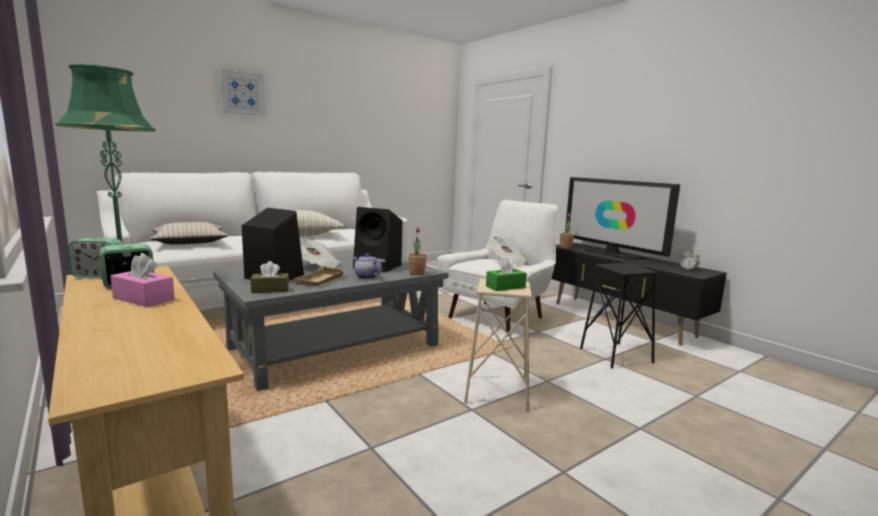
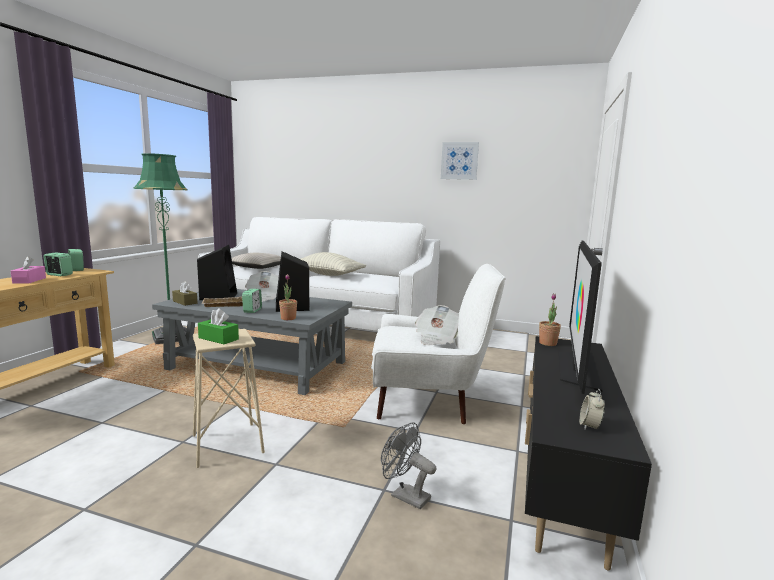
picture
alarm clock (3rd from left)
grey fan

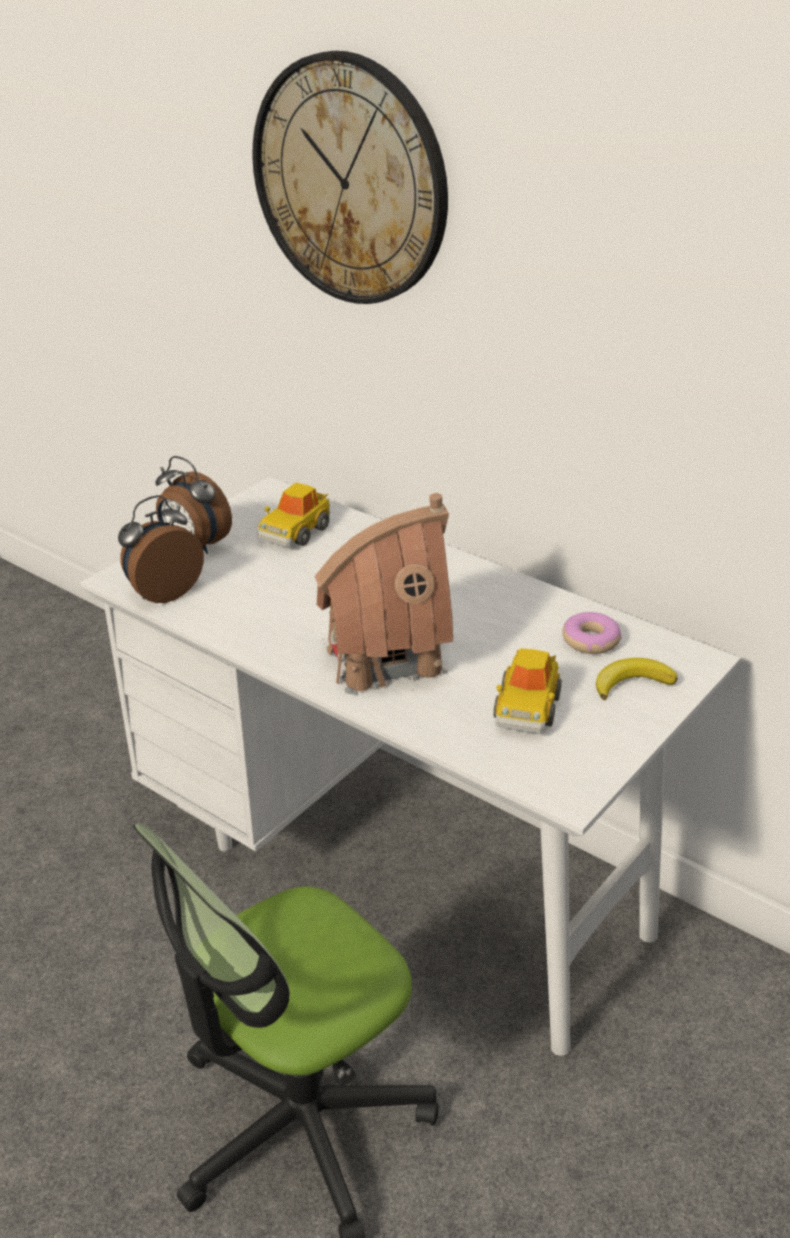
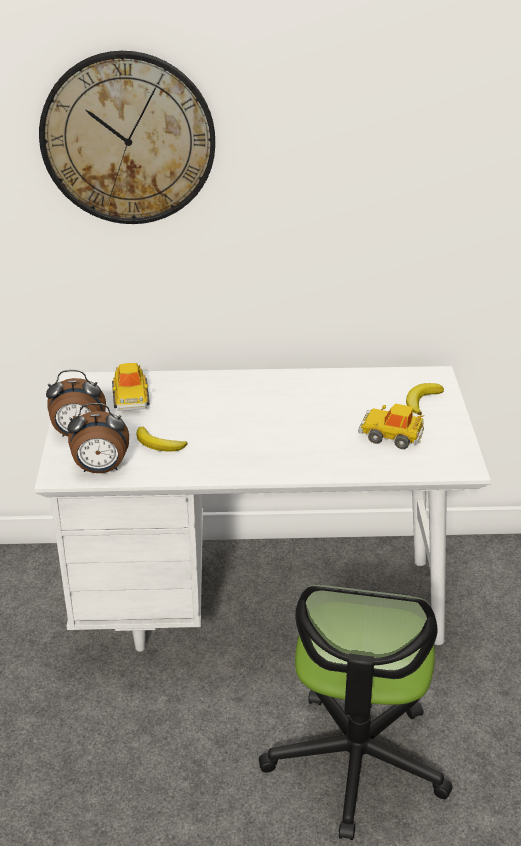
toy house
donut
banana (1st from left)
alarm clock (2nd from left)
toy car (2nd from left)

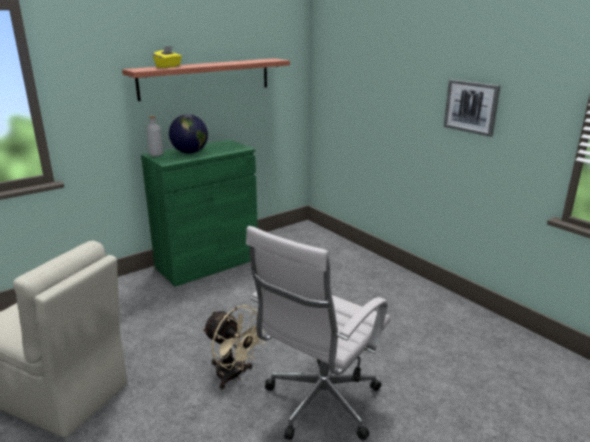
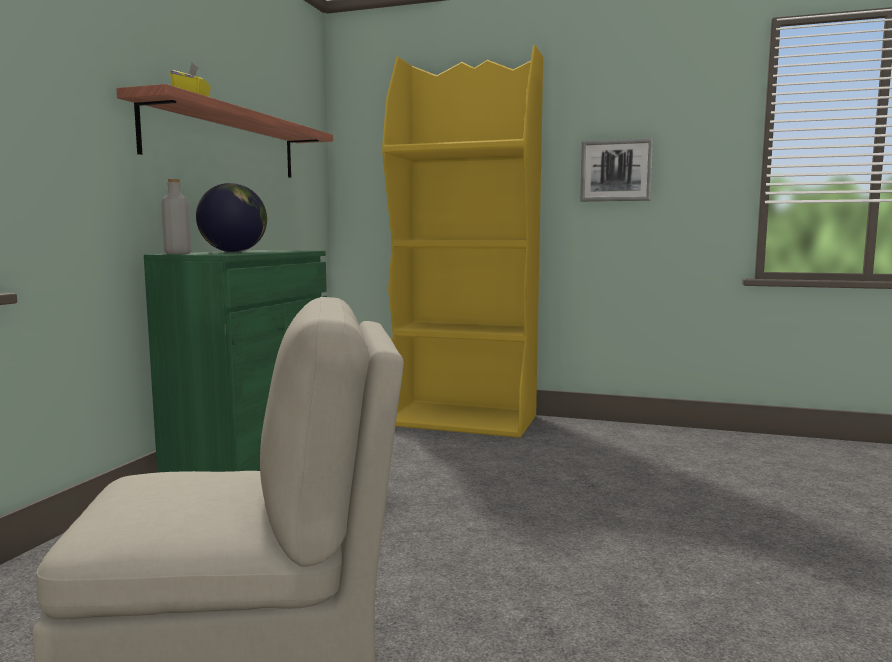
beige fan
white office chair
yellow bookcase

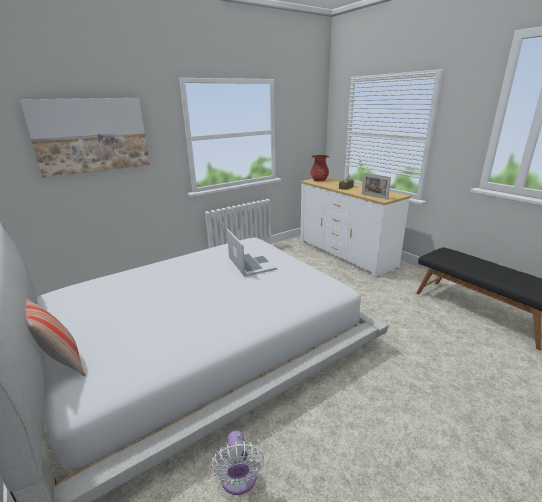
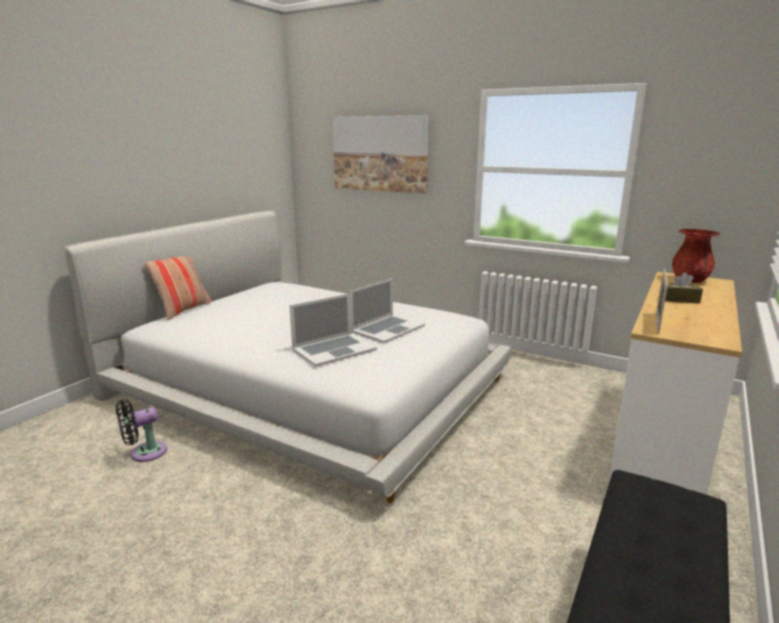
laptop (1st from left)
black fan

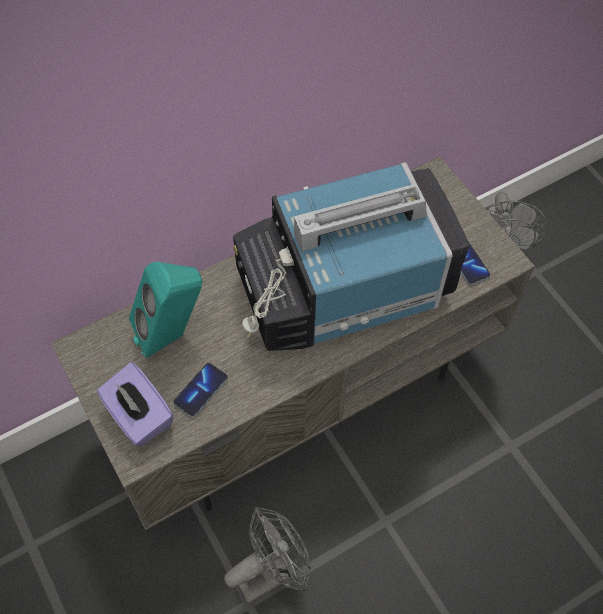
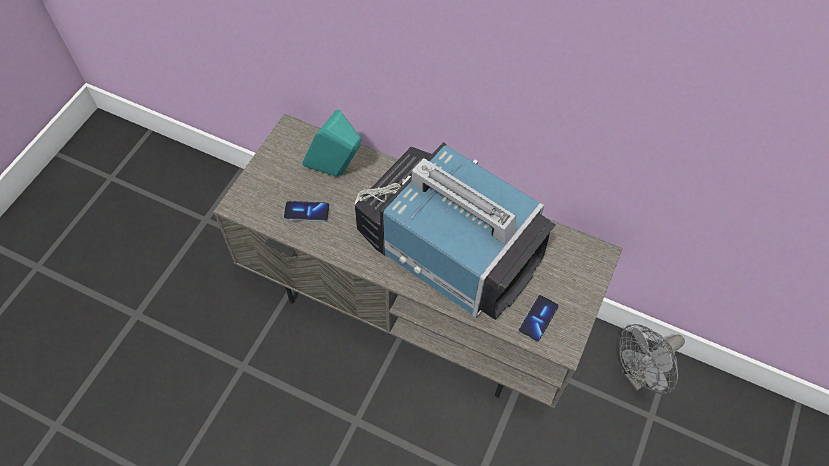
purple tissue box
grey fan (1st from left in the first image)

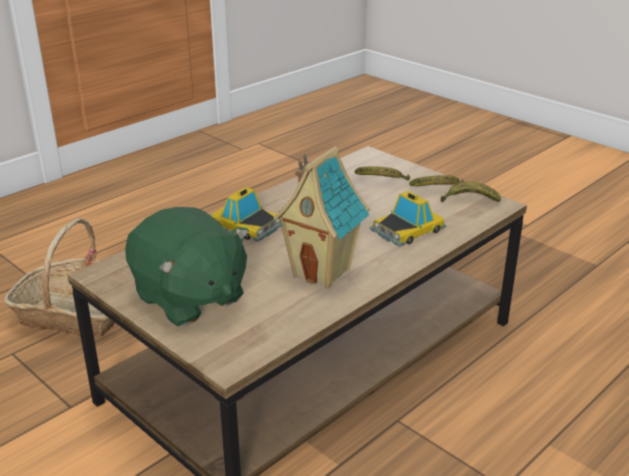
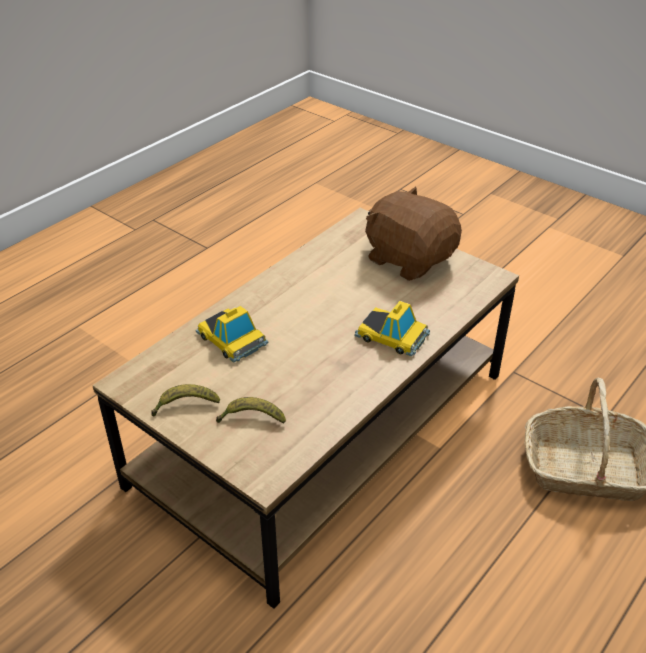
toy house
banana (3rd from left in the first image)
brown plush toy
toy car (1st from left)

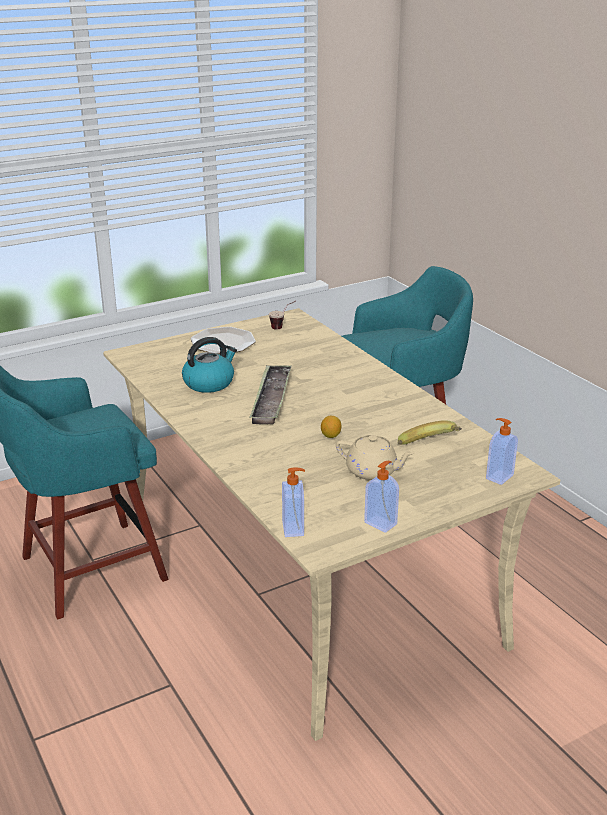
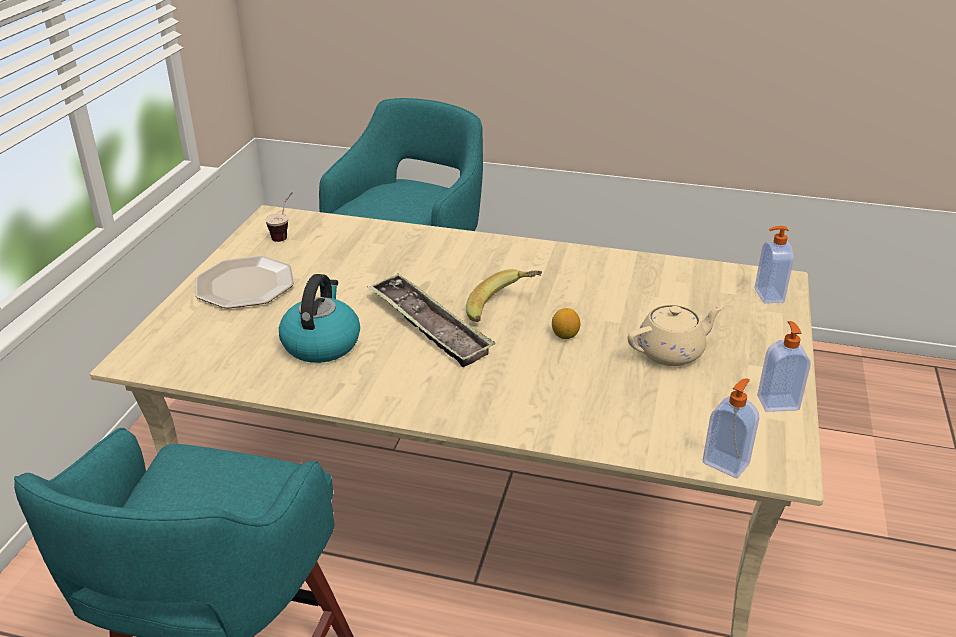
banana

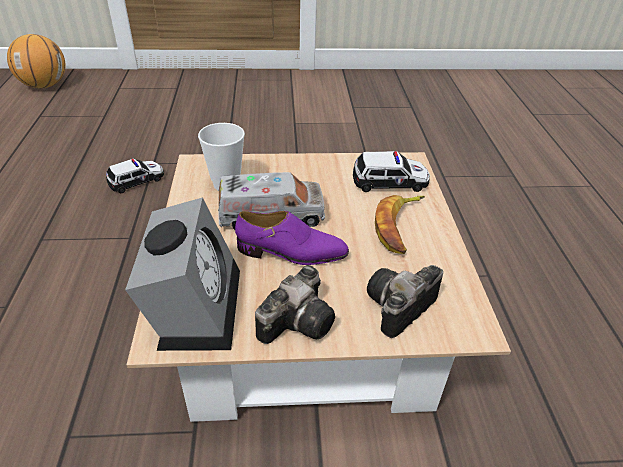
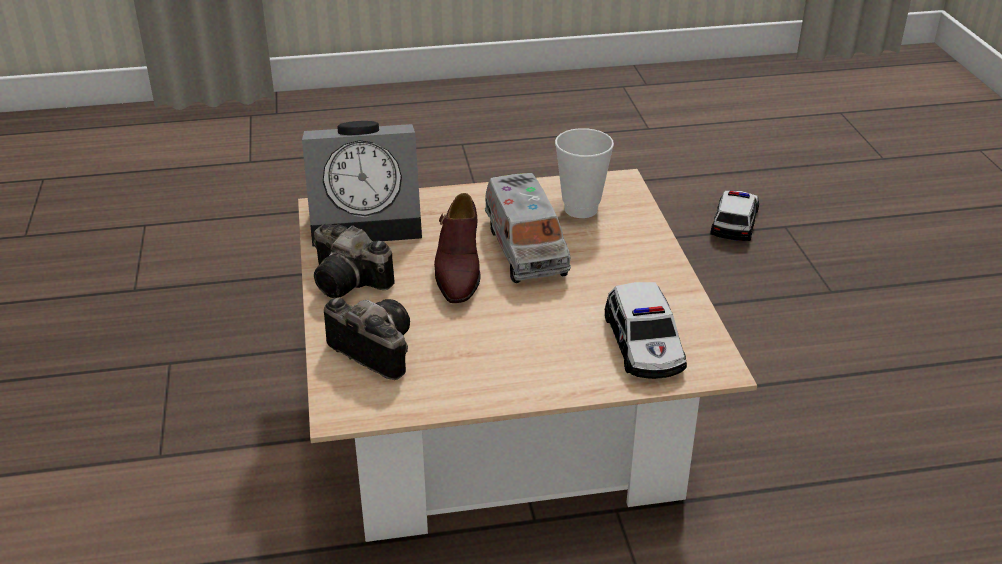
basketball
banana
brown shoe
toy car (2nd from left)

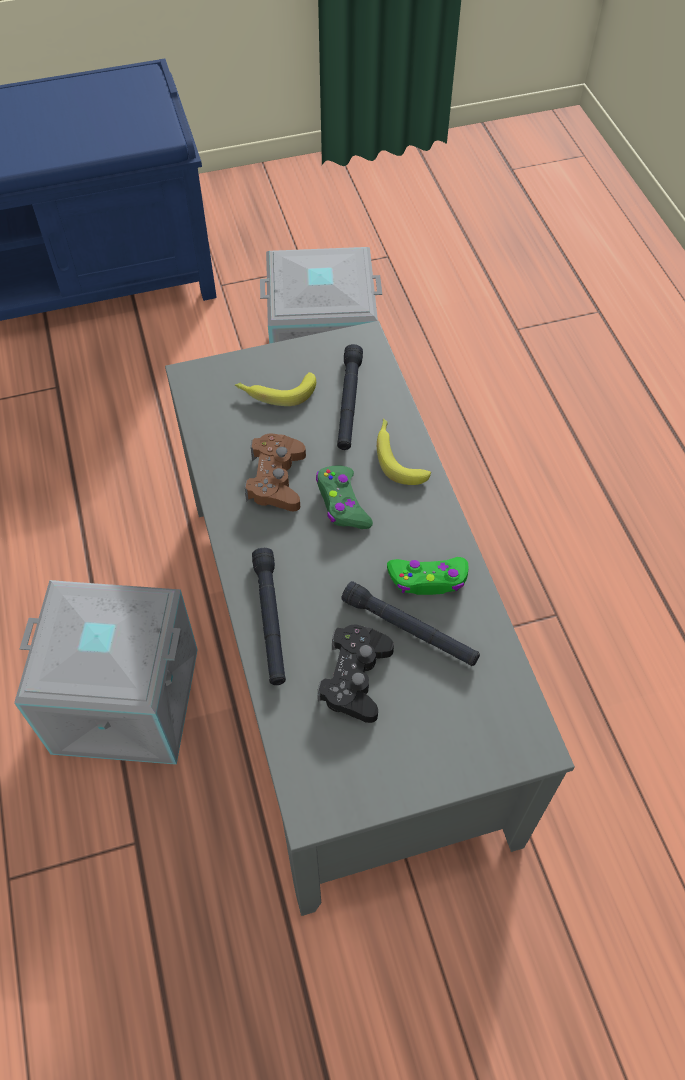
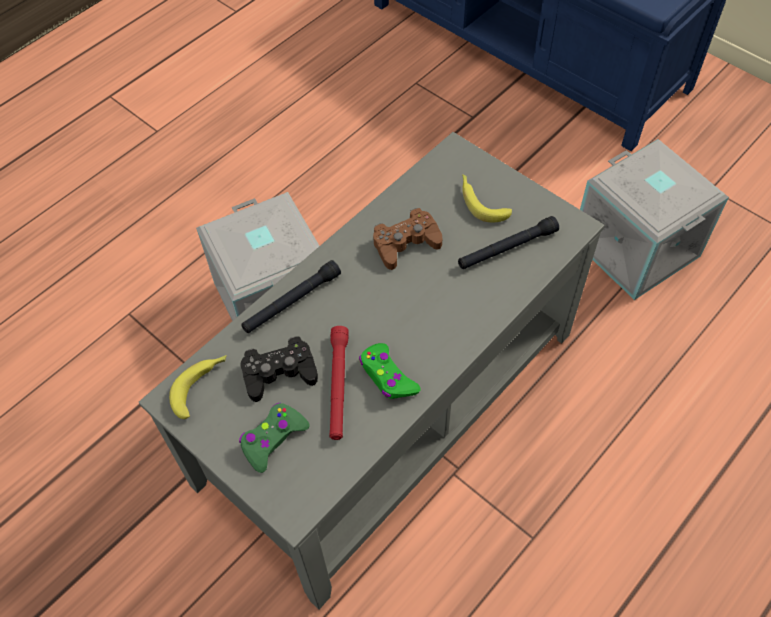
green game controller (1st from left)
banana (1st from left)
red flashlight

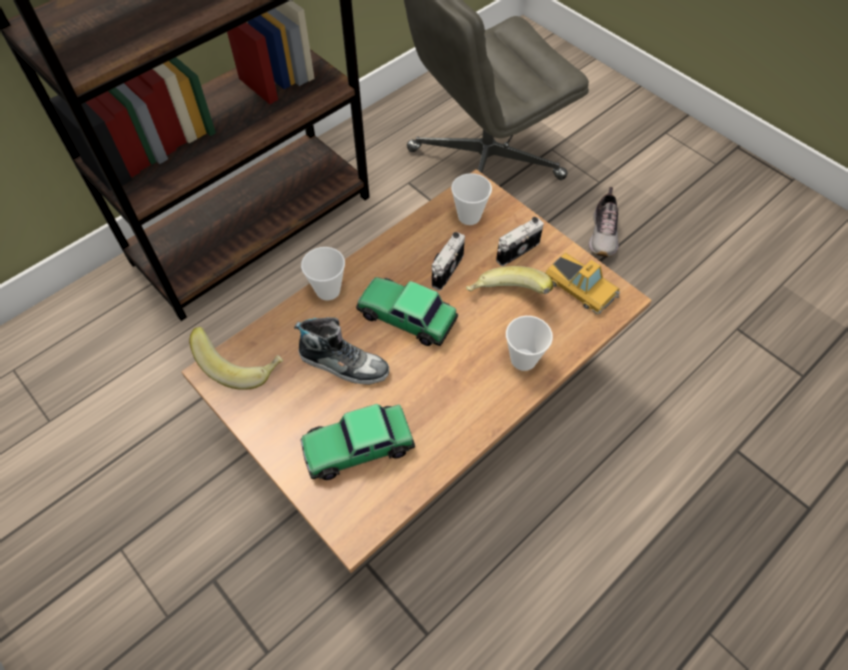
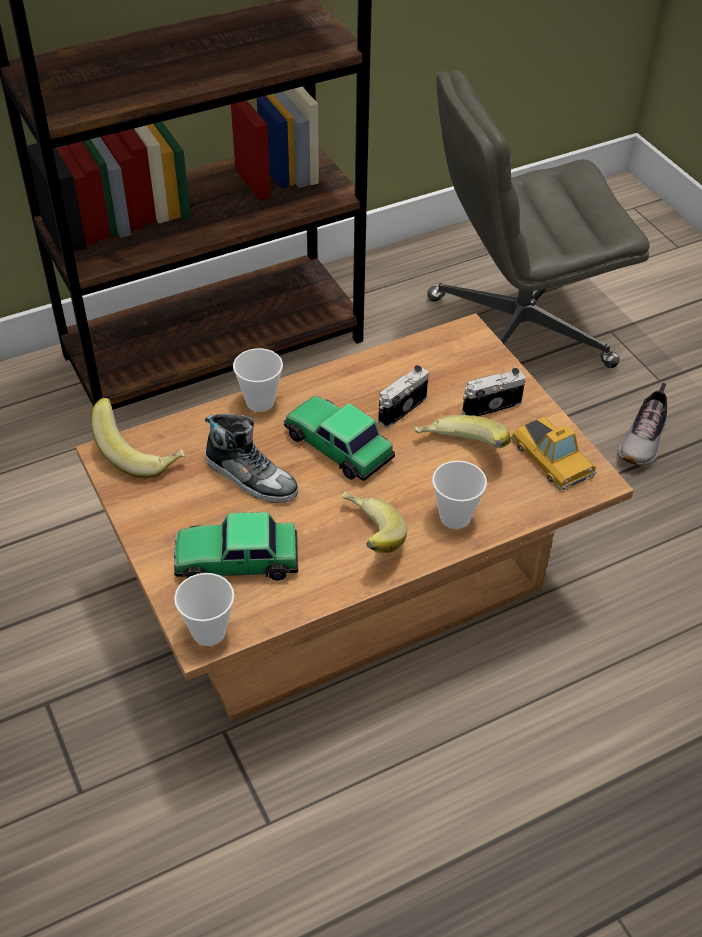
banana (2nd from left)
cup (1st from left)

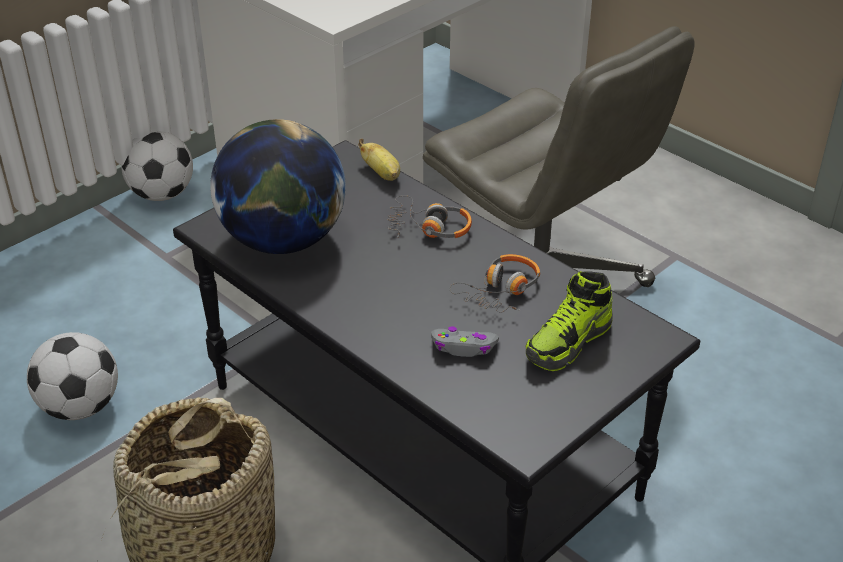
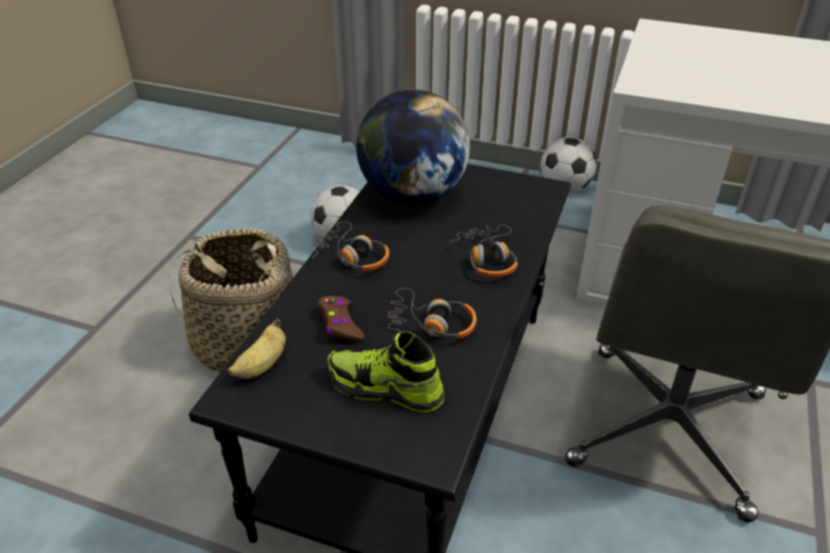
headphones (1st from left)
banana
brown game controller

